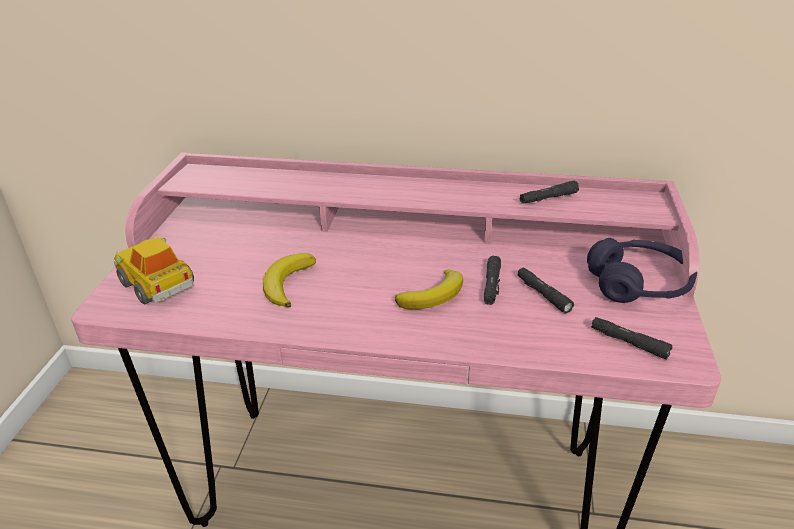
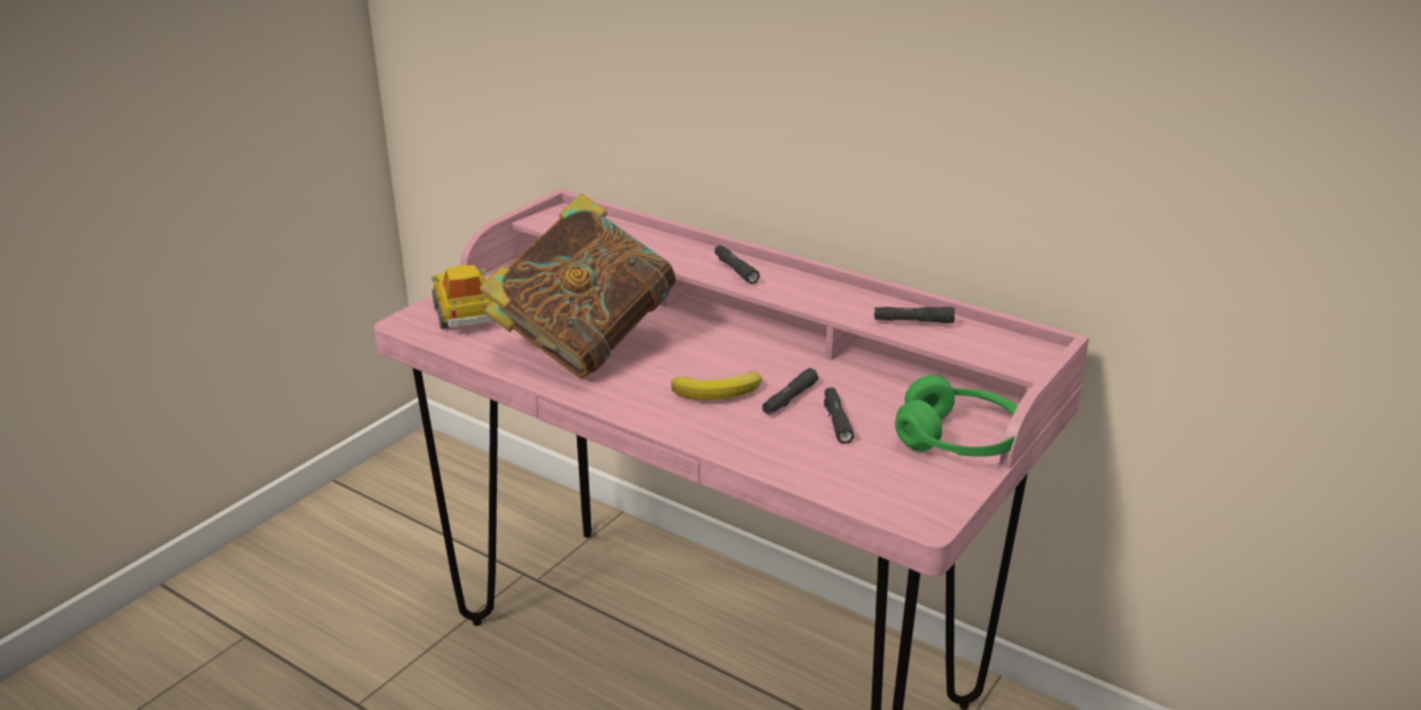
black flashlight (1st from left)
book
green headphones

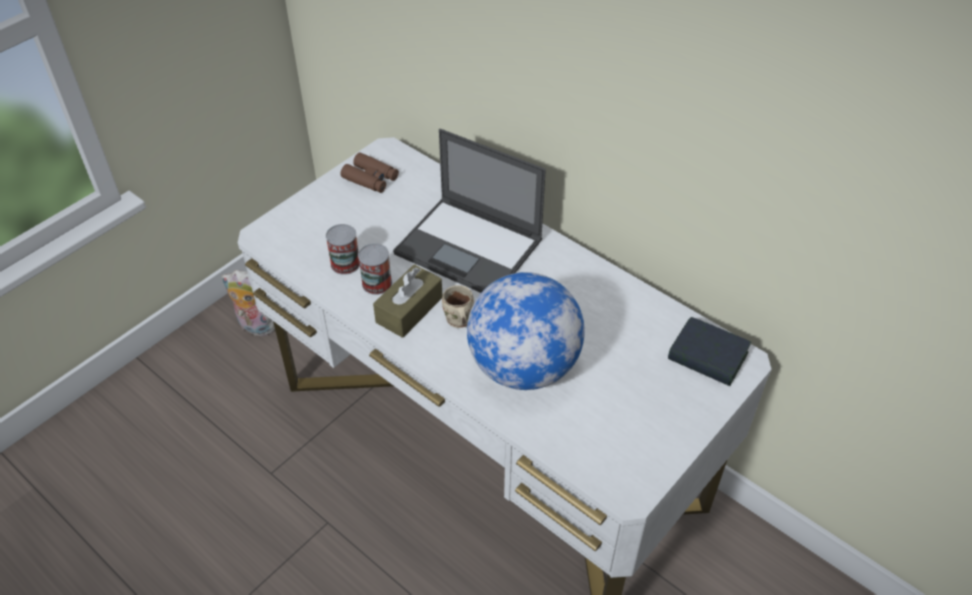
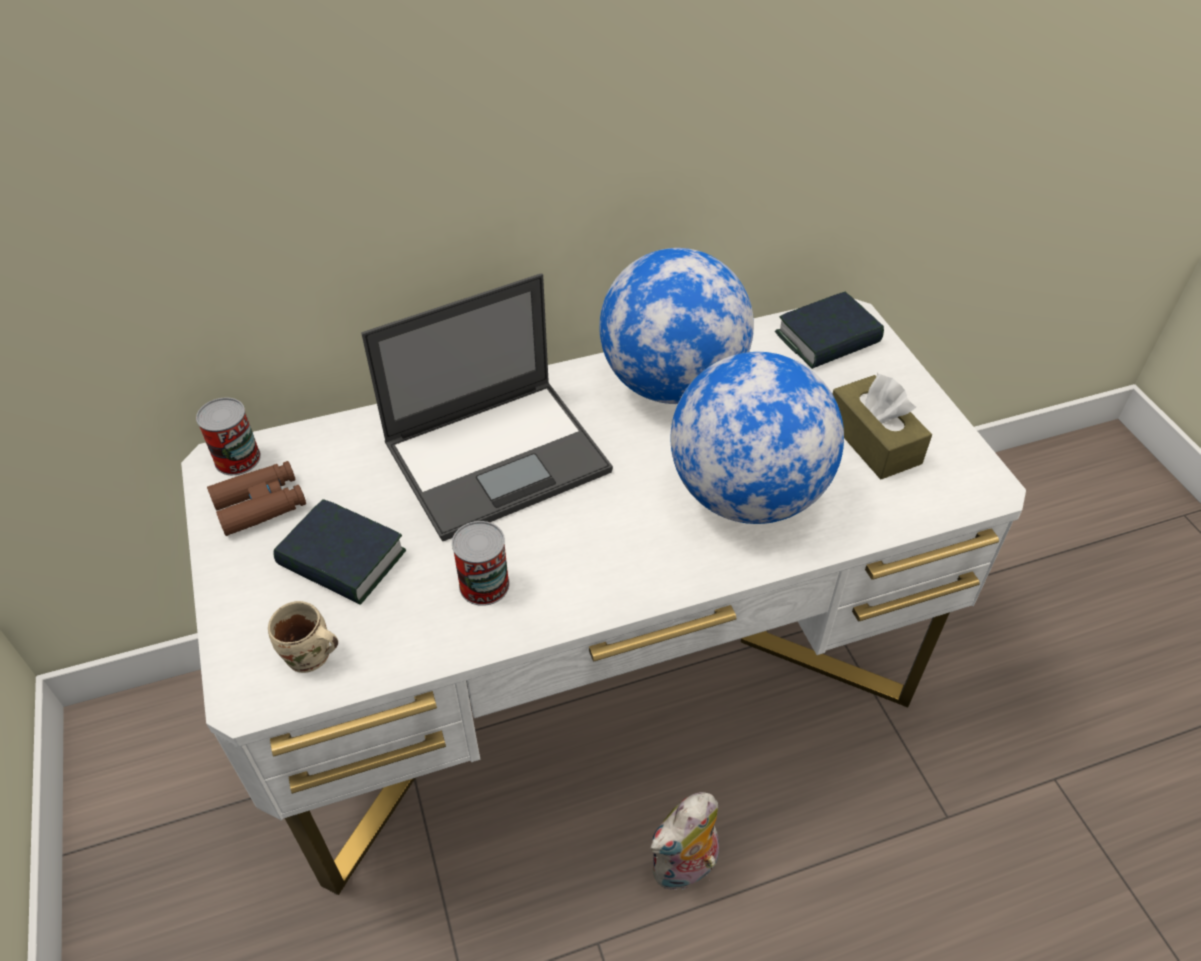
book (1st from left)
globe (1st from left)
plush toy
can (1st from left)
brown tissue box
beige mug

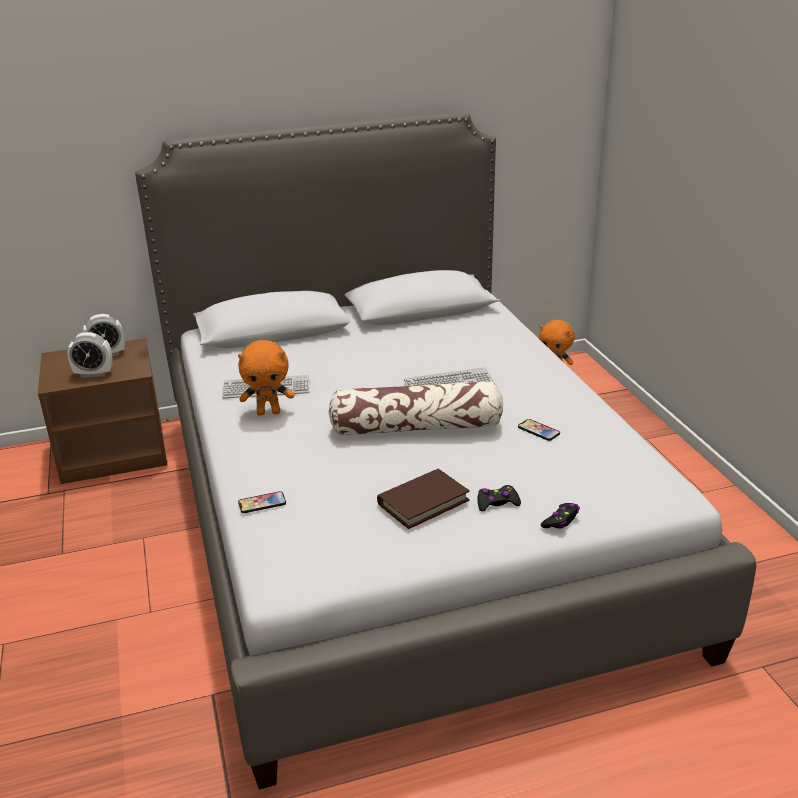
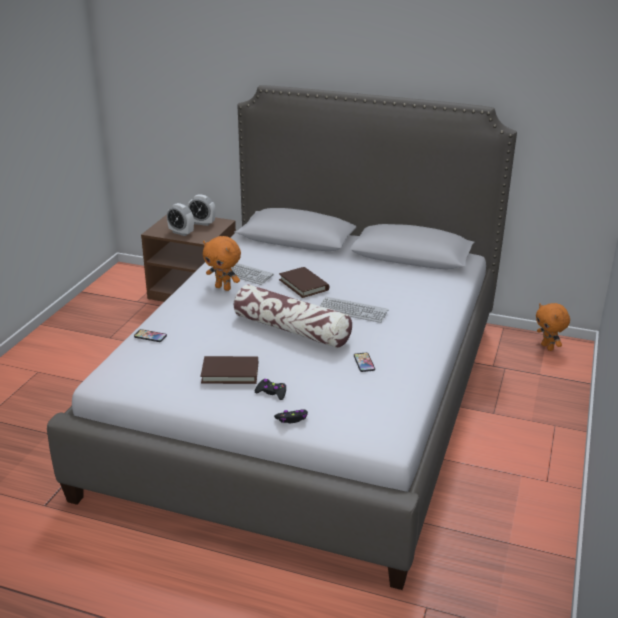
brown book (2nd from left)

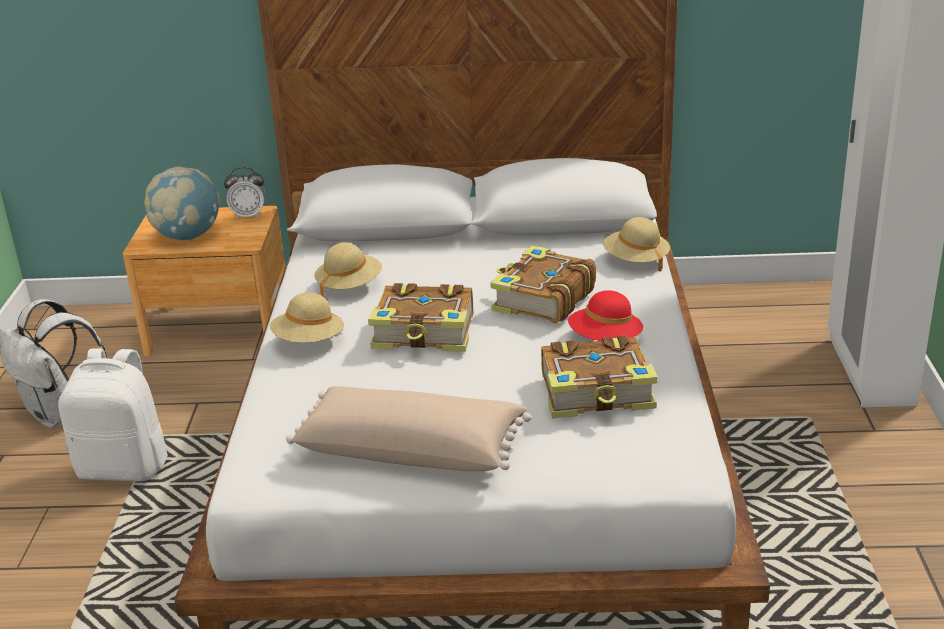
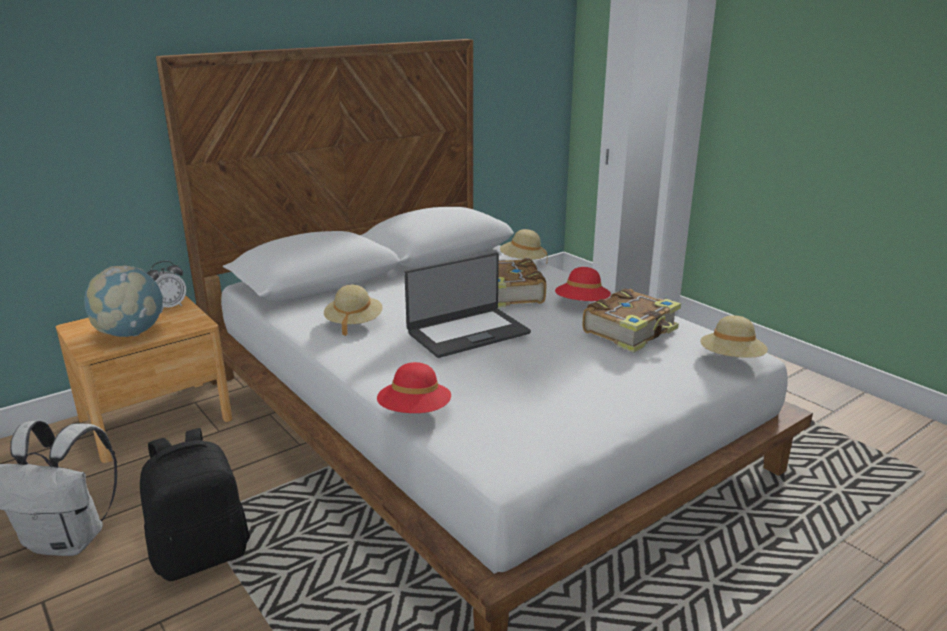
beige pillow
red hat (1st from left)
beige hat (3rd from left)
laptop
black backpack

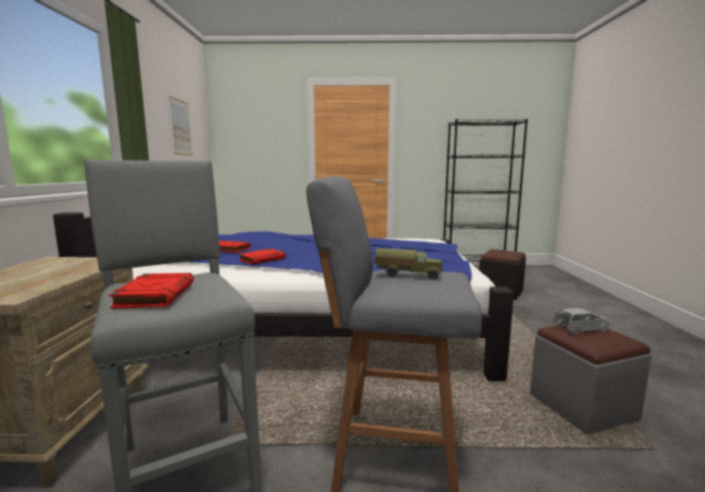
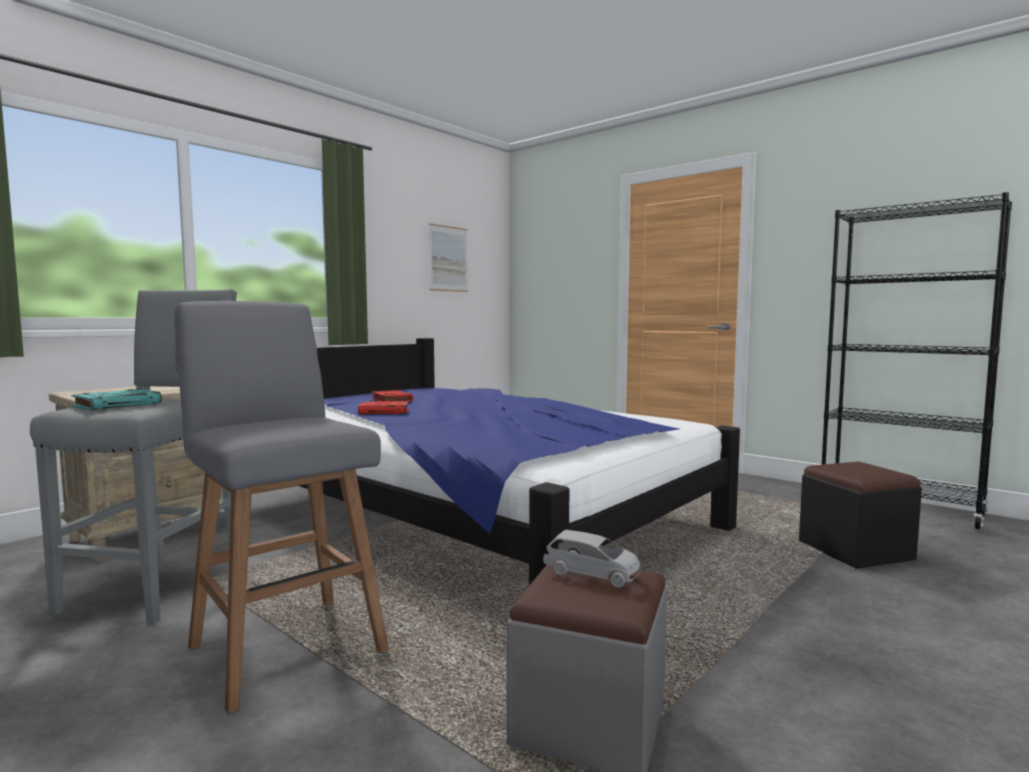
toy truck
turquoise book

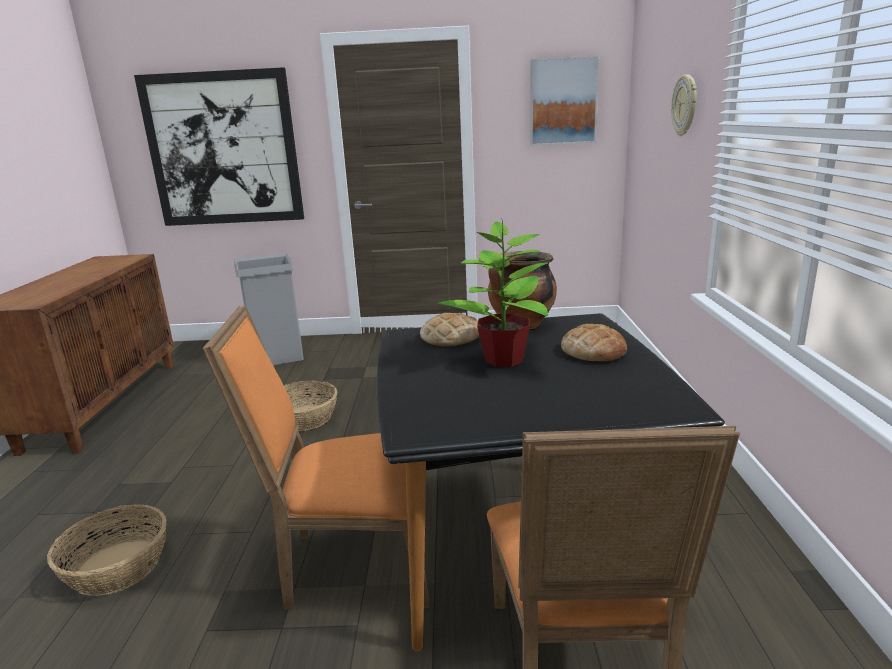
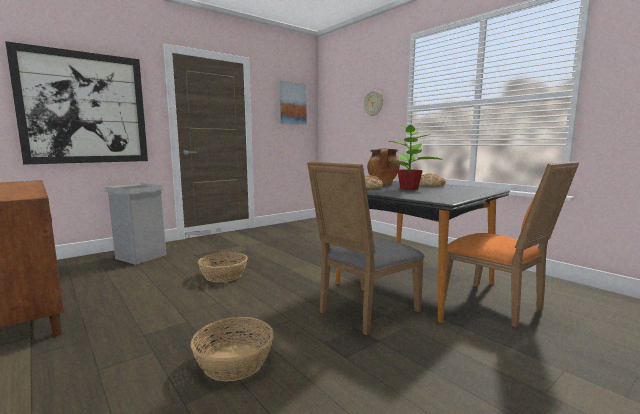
grey chair

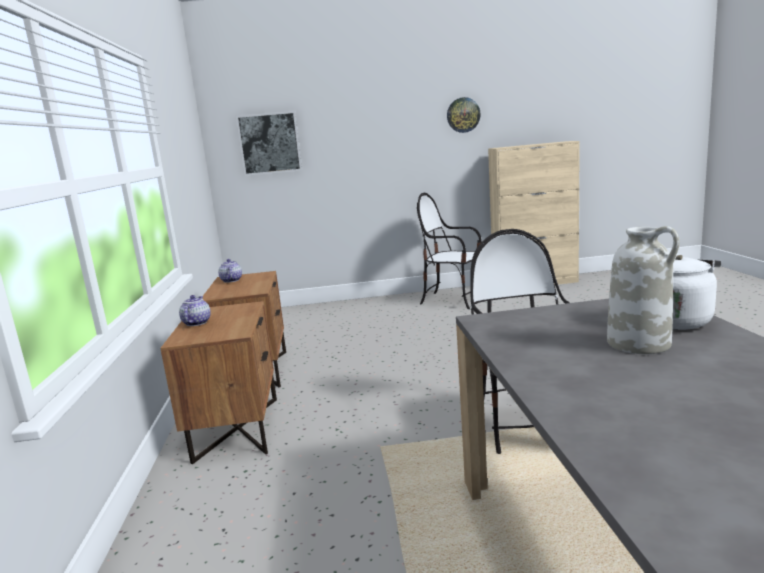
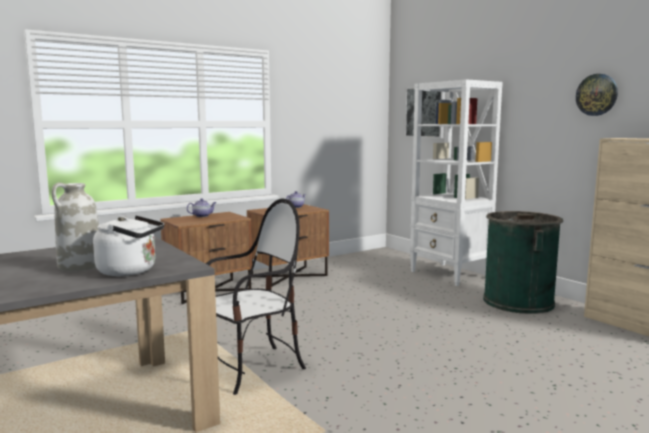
white bookcase
green trash can

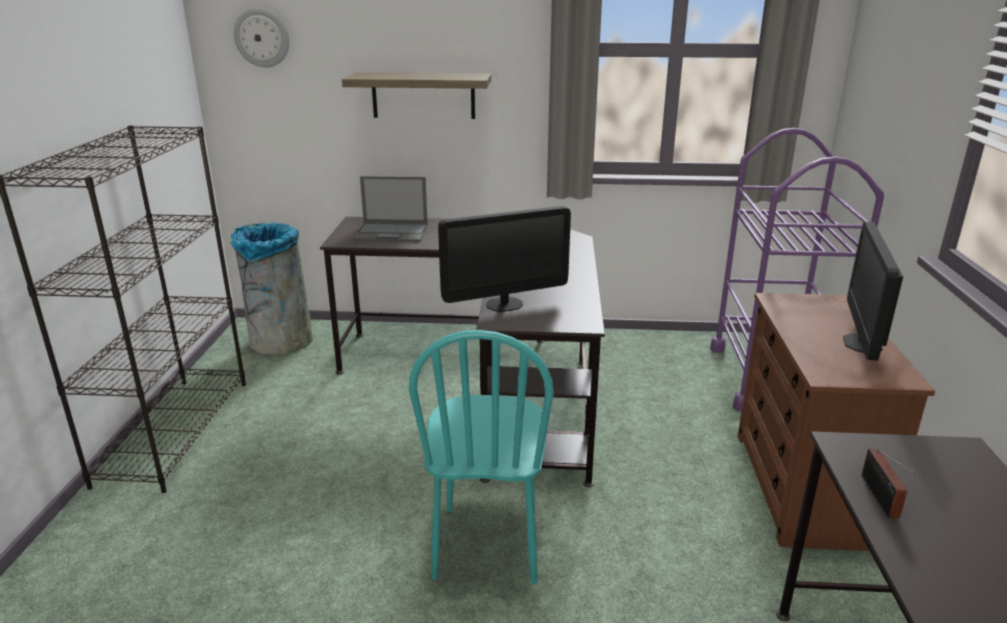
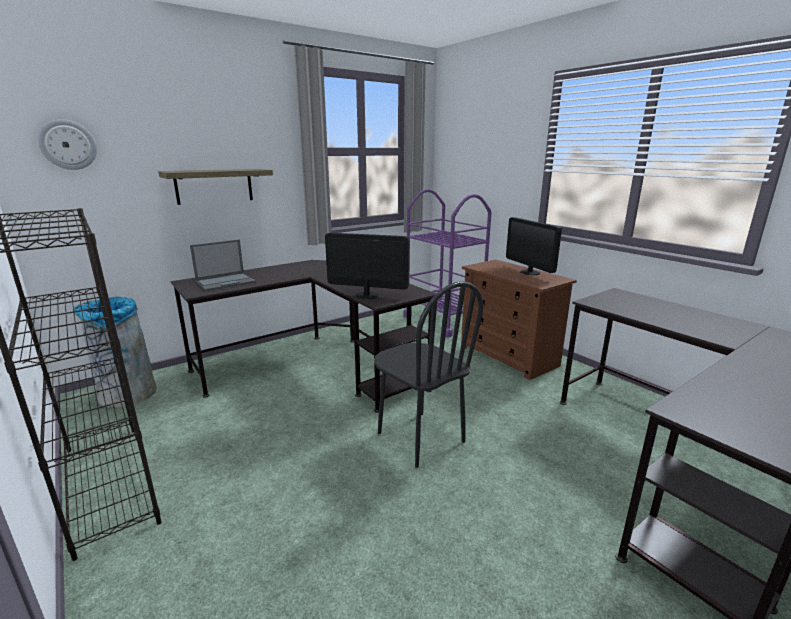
radio
black chair
monitor (1st from left)

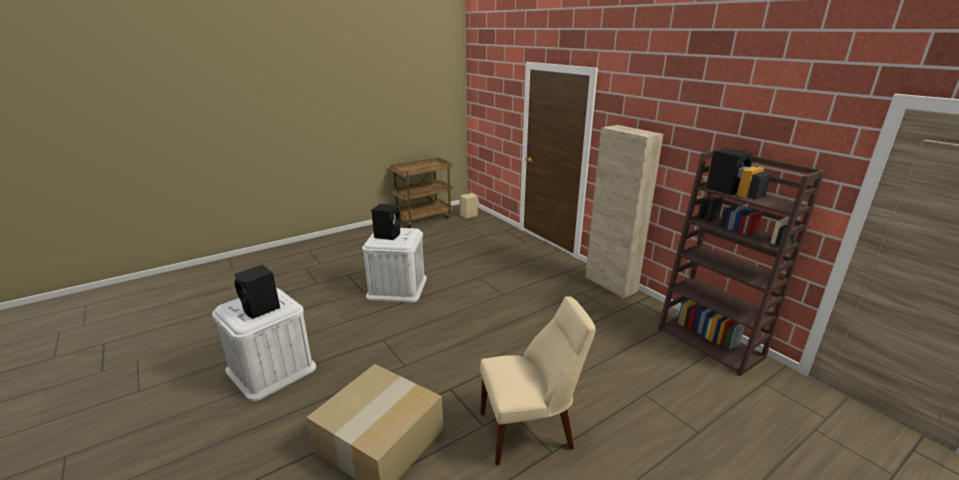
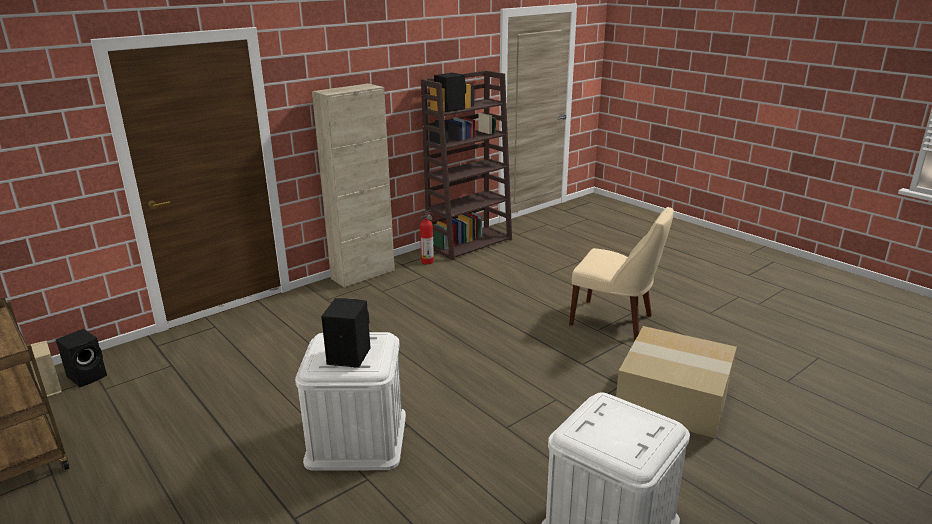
fire extinguisher
black speaker (1st from left)
beige chair

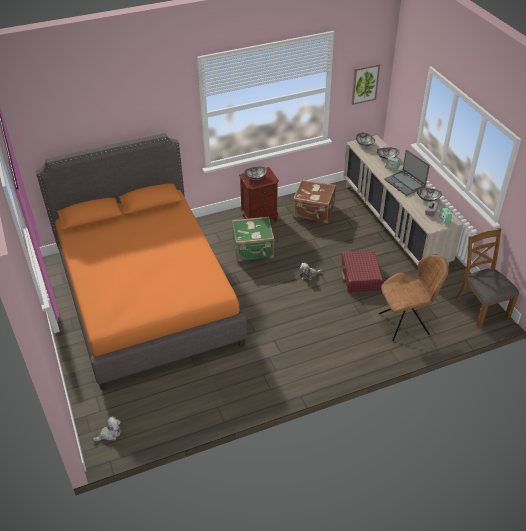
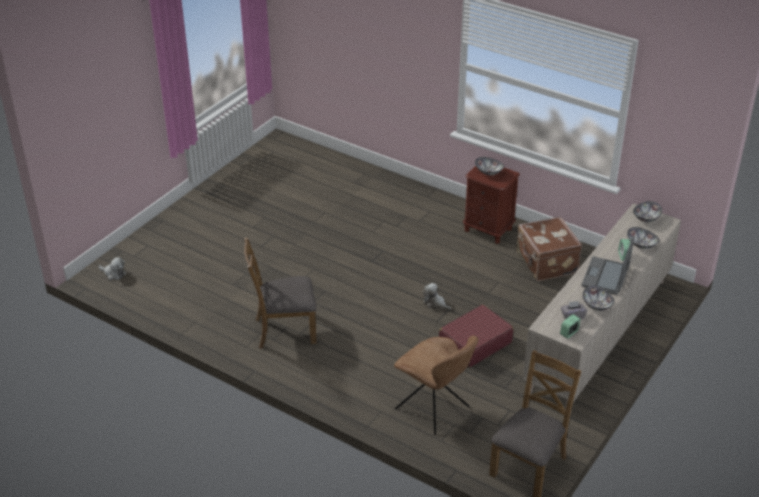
orange bed
green suitcase
picture
brown chair (1st from left)

